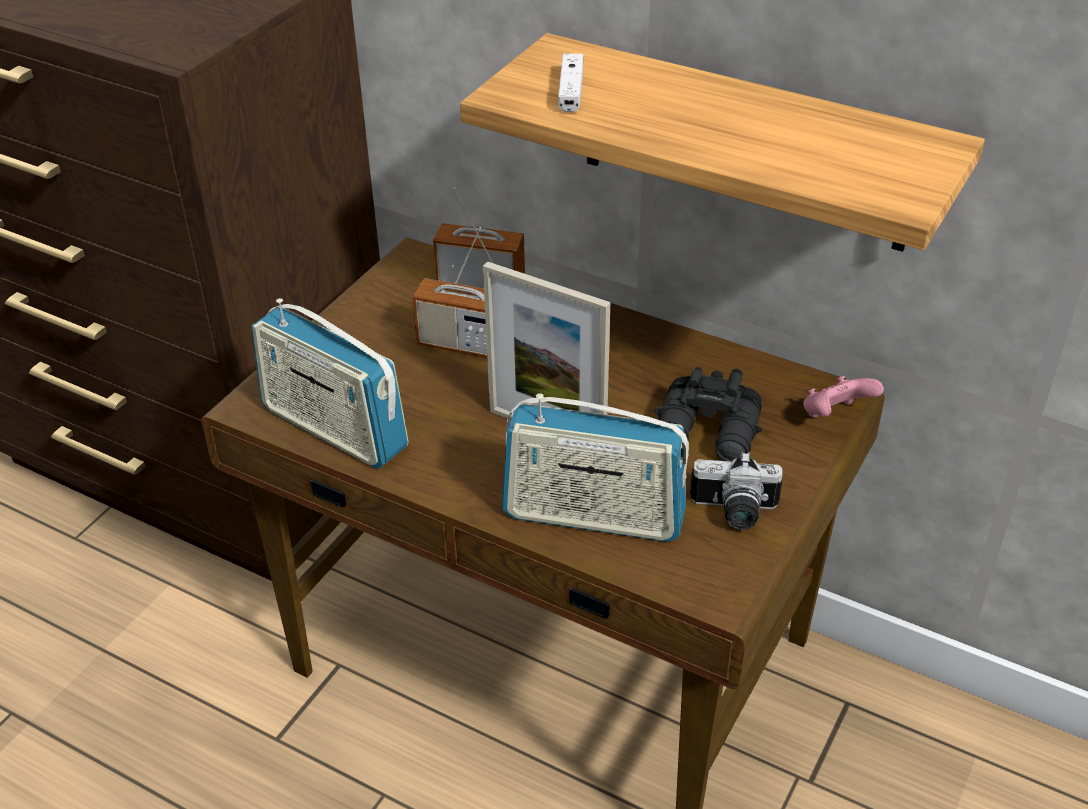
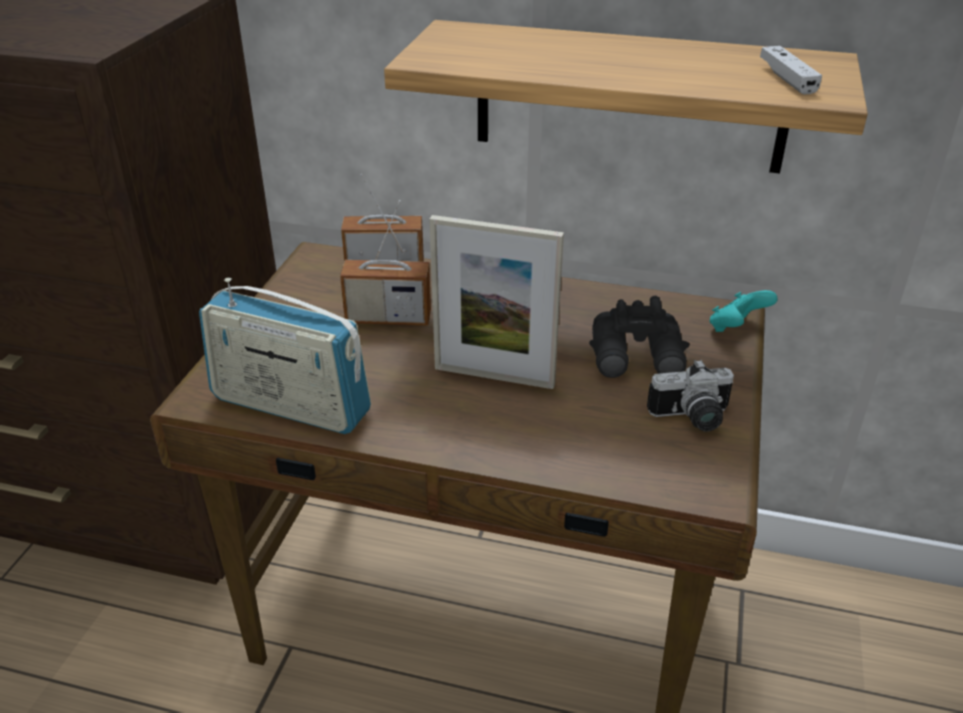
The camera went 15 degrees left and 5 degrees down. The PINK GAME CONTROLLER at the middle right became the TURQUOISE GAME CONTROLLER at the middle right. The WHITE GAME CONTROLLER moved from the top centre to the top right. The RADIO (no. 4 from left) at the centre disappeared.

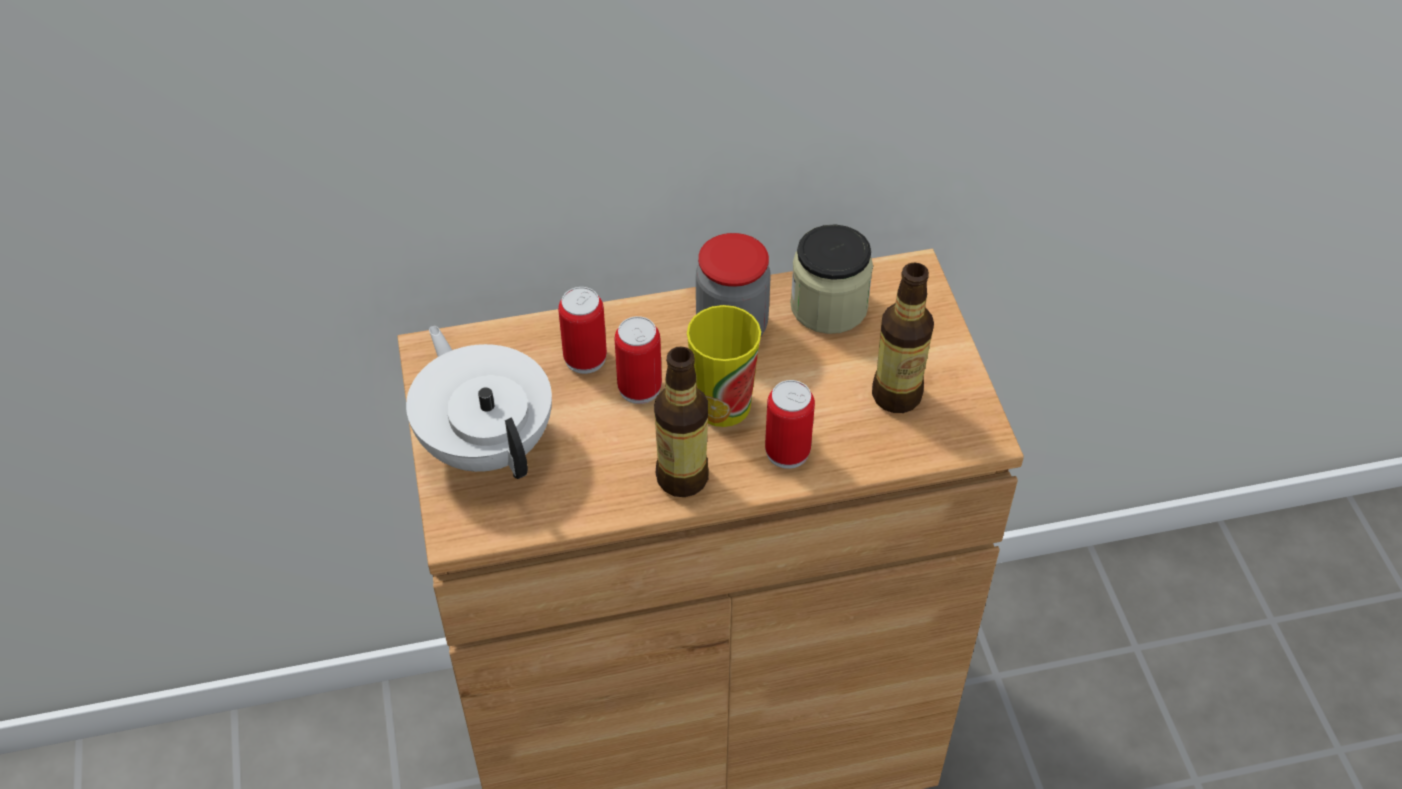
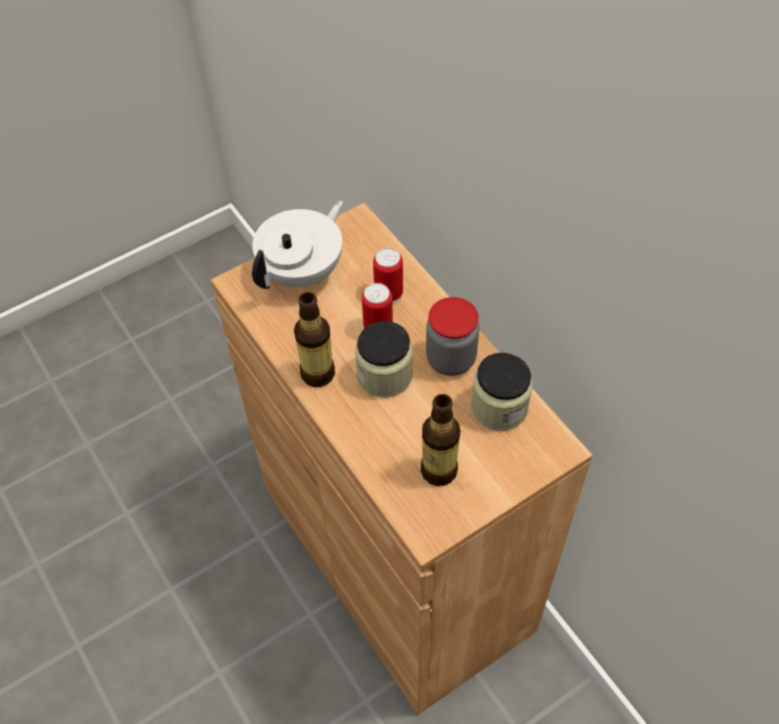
The camera went 70 degrees right and 5 degrees up. The CUP at the centre was replaced by the JAR (no. 1 from left) at the centre. The CAN (no. 3 from left) at the centre disappeared.

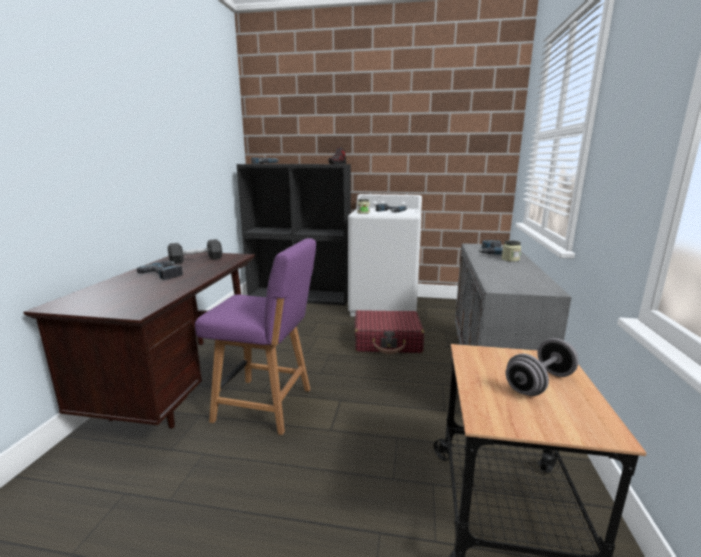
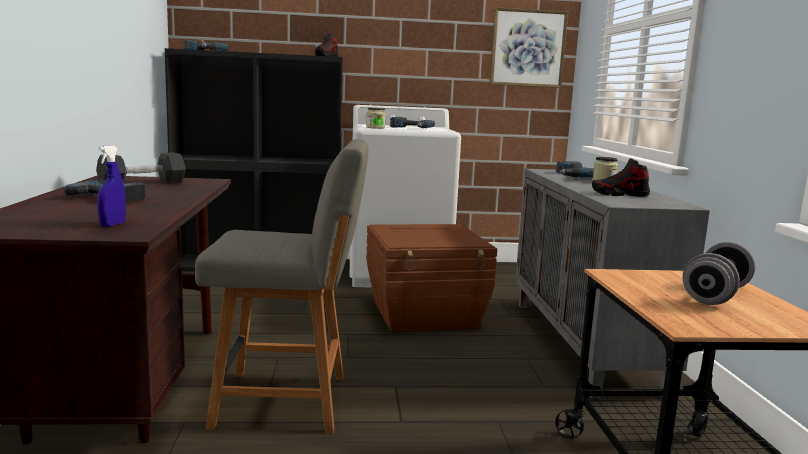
The camera went 15 degrees left and 5 degrees down. The BLUE SPRAY BOTTLE at the middle left appeared. The PURPLE CHAIR at the centre became the GREY CHAIR at the centre. The RED SUITCASE at the centre was replaced by the BROWN STORAGE BOX at the centre. The PICTURE at the top centre appeared. The SHOE (no. 2 from left) at the middle right appeared.

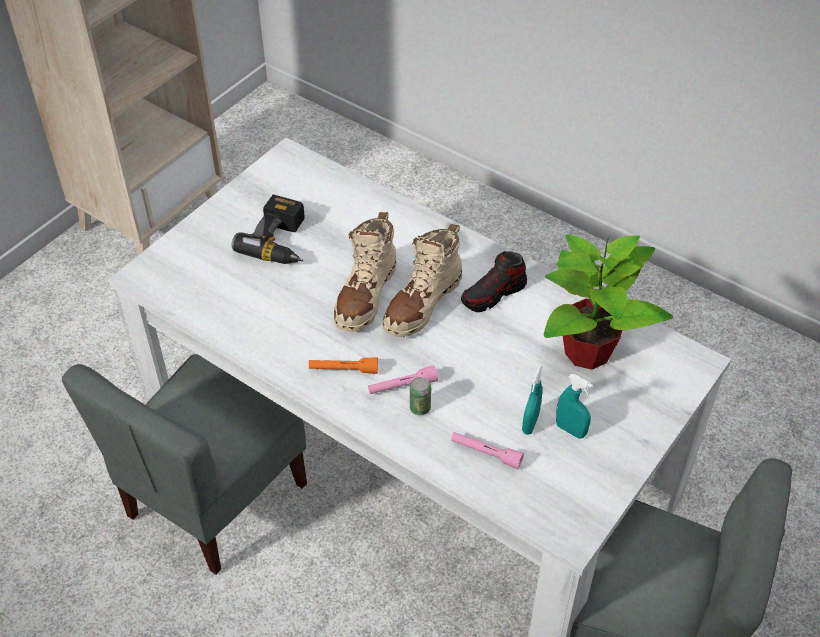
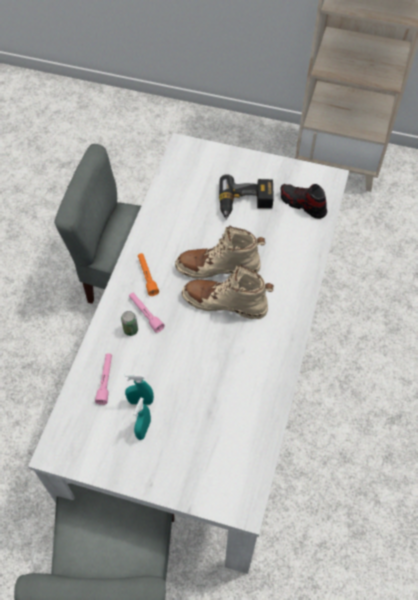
The camera went 70 degrees right and 10 degrees up. The SHOE moved from the centre to the middle right. The POTTED PLANT at the middle right disappeared.

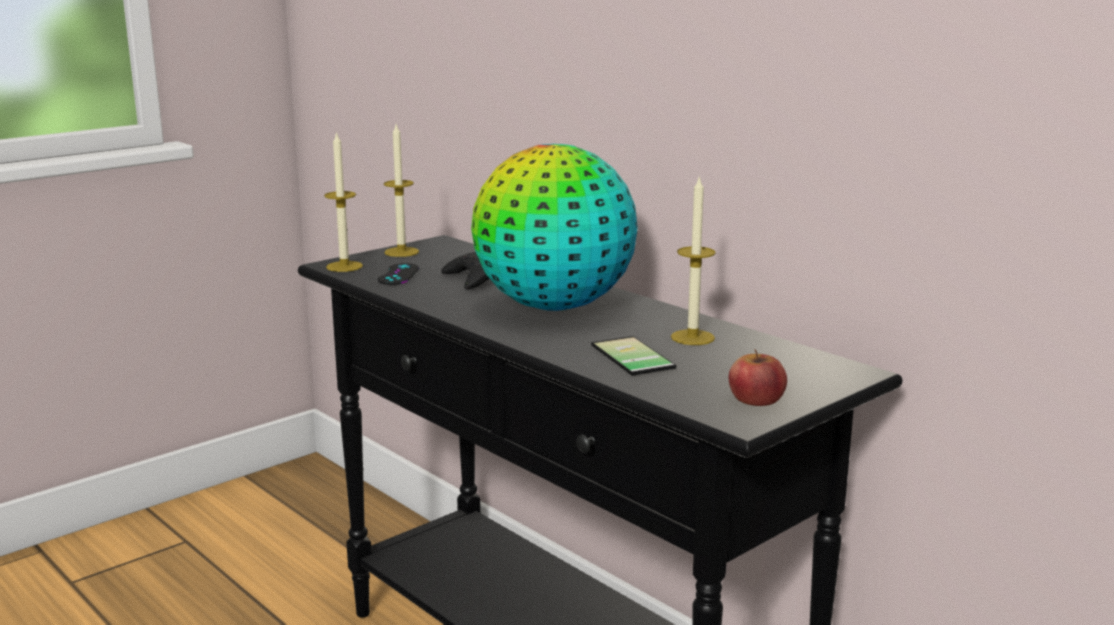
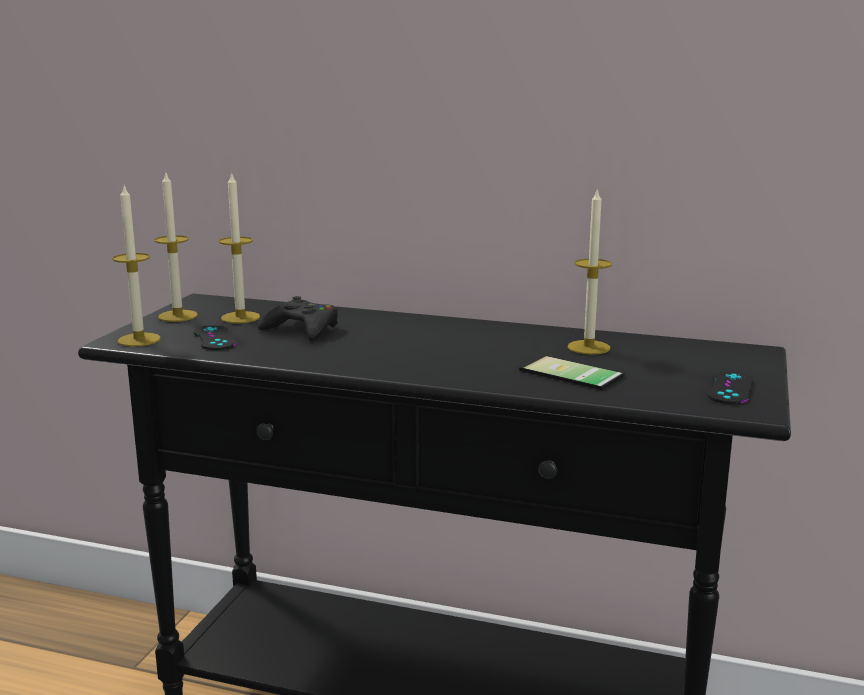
The camera went 30 degrees left and 0 degrees up. The CANDLE (no. 3 from left) at the middle left appeared. The APPLE at the middle right was replaced by the BLACK GAME CONTROLLER (no. 3 from left) at the middle right. The GLOBE at the centre disappeared.

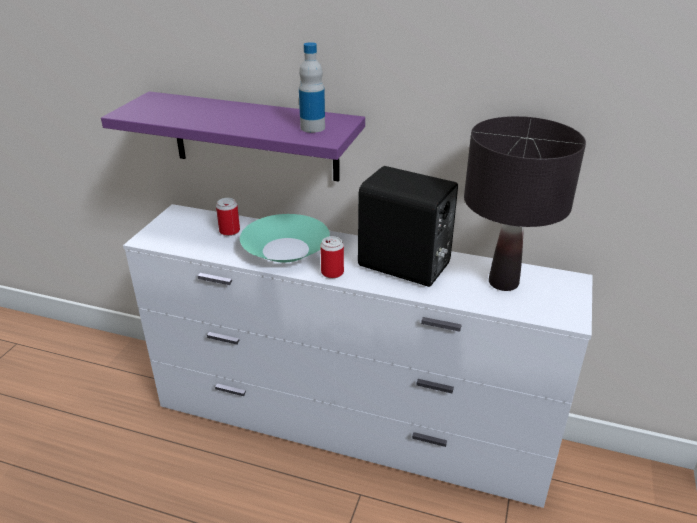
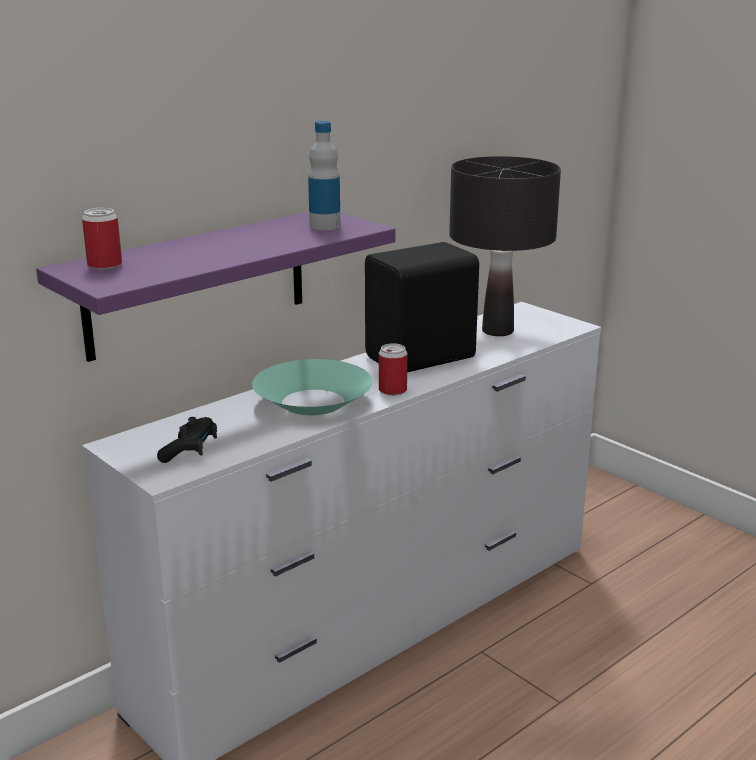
The camera went 60 degrees left and 10 degrees down. The CAN (no. 1 from left) moved from the middle left to the top left. The BLACK GAME CONTROLLER at the middle left appeared.

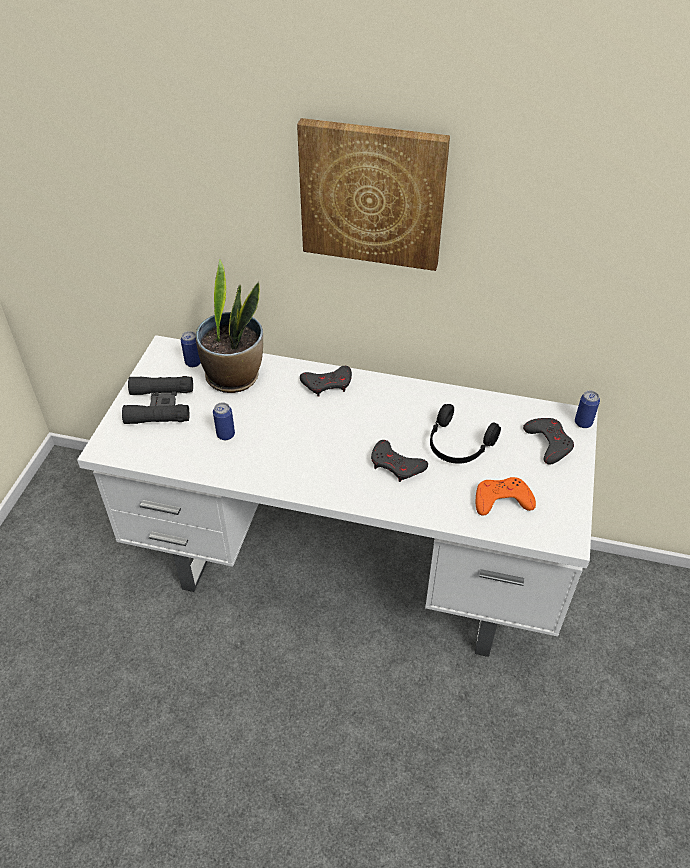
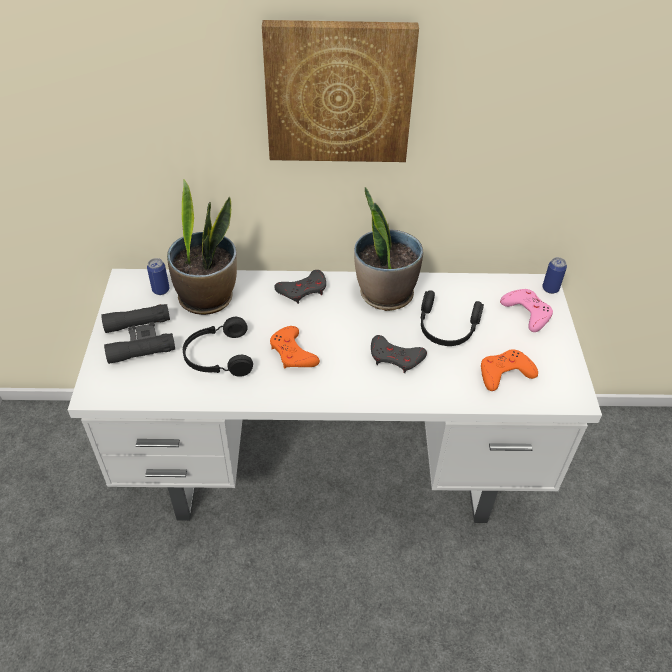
The camera went 15 degrees left and 0 degrees up. The CAN (no. 2 from left) at the middle left was replaced by the BLACK HEADPHONES (no. 1 from left) at the middle left. The ORANGE GAME CONTROLLER (no. 1 from left) at the centre appeared. The POTTED PLANT (no. 2 from left) at the centre appeared. The GREY GAME CONTROLLER (no. 3 from left) at the middle right became the PINK GAME CONTROLLER at the middle right.

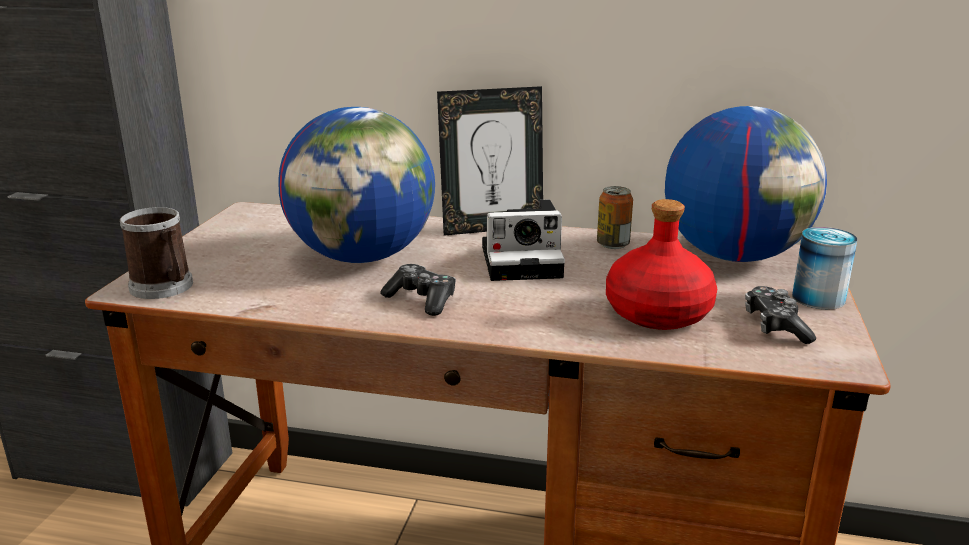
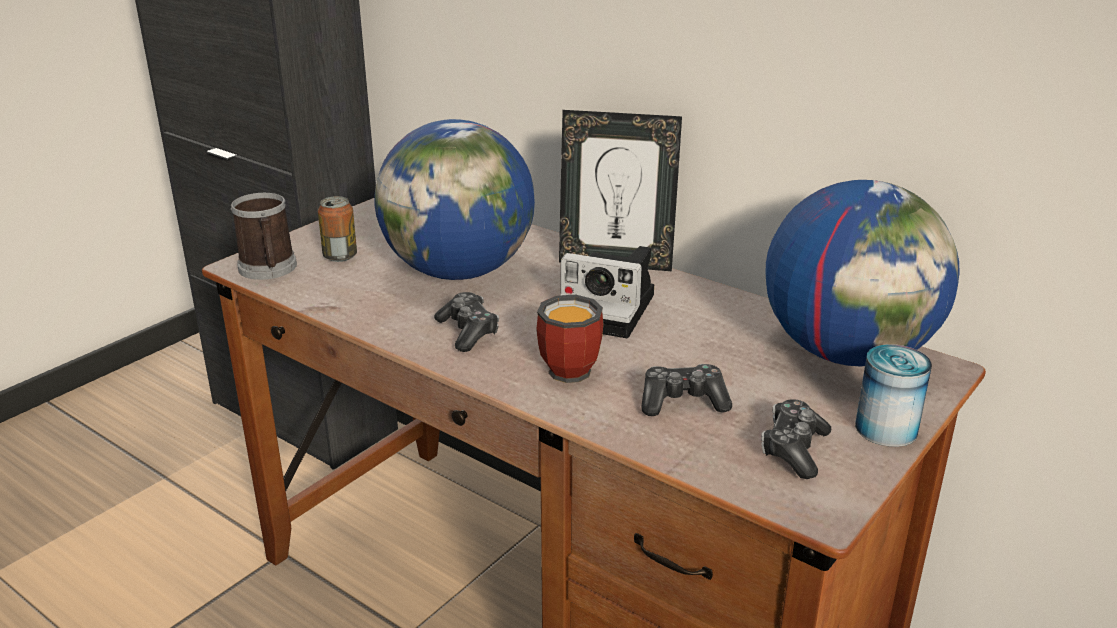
The camera went 25 degrees right and 5 degrees up. The CAN (no. 1 from left) moved from the centre to the middle left. The MUG (no. 2 from left) at the centre appeared. The RED BOTTLE at the middle right was replaced by the GAME CONTROLLER (no. 2 from left) at the centre.

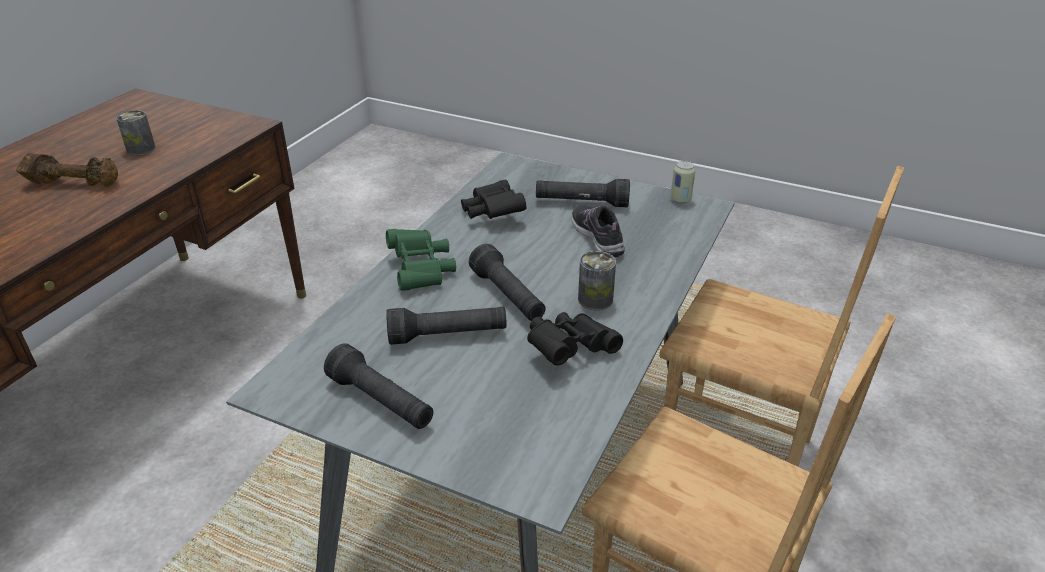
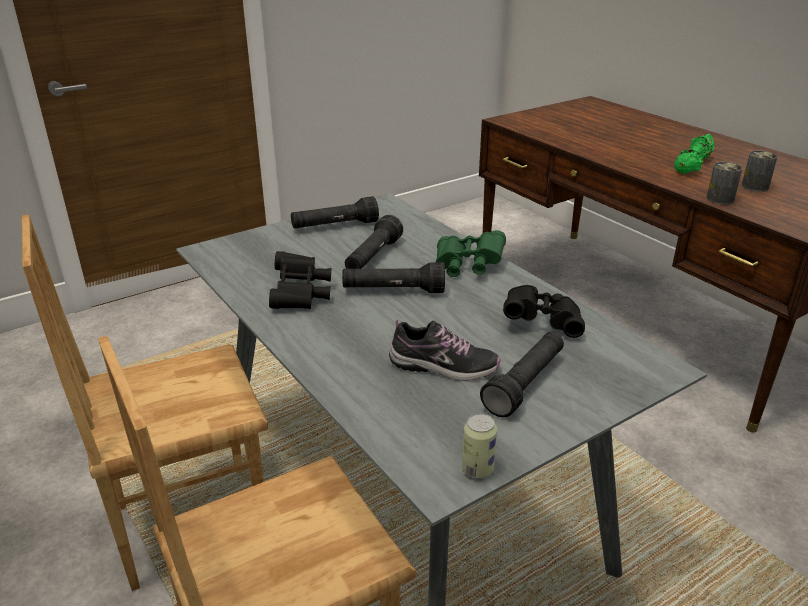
The camera went 120 degrees right and 5 degrees down. The BROWN DUMBBELL at the top left became the GREEN DUMBBELL at the top right. The CAN (no. 2 from left) moved from the centre to the top right.

